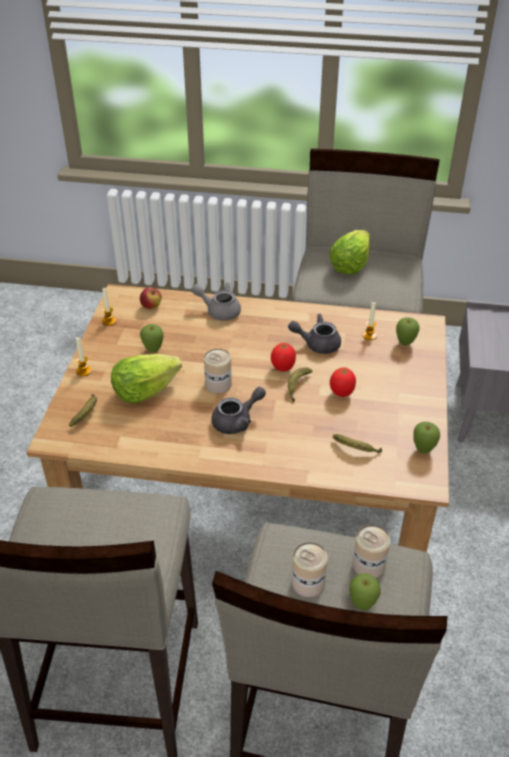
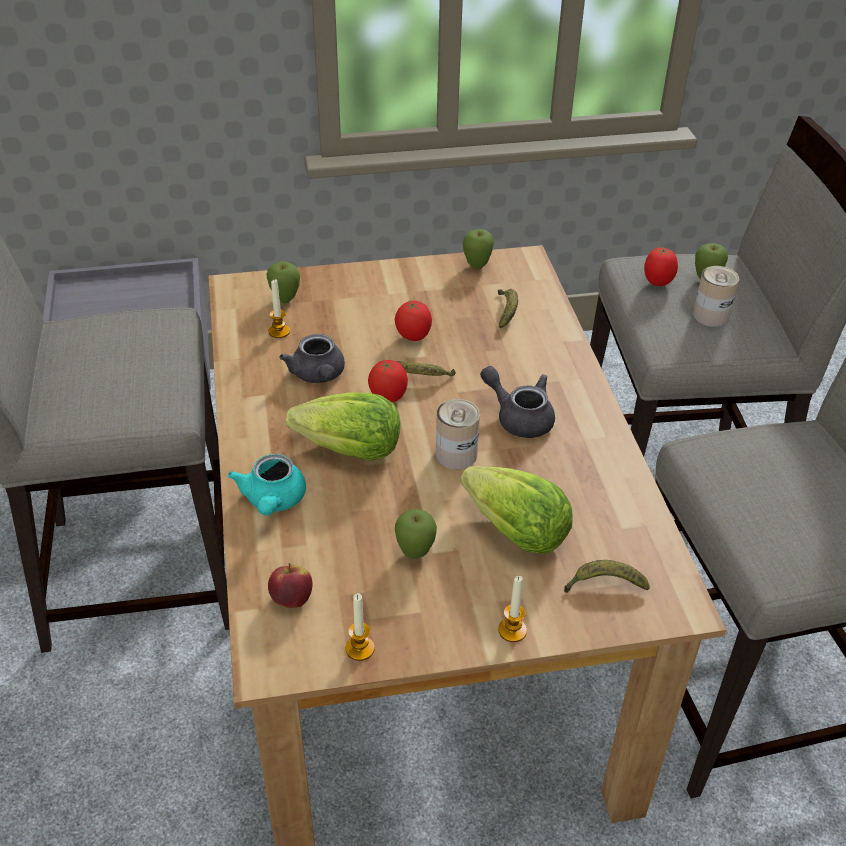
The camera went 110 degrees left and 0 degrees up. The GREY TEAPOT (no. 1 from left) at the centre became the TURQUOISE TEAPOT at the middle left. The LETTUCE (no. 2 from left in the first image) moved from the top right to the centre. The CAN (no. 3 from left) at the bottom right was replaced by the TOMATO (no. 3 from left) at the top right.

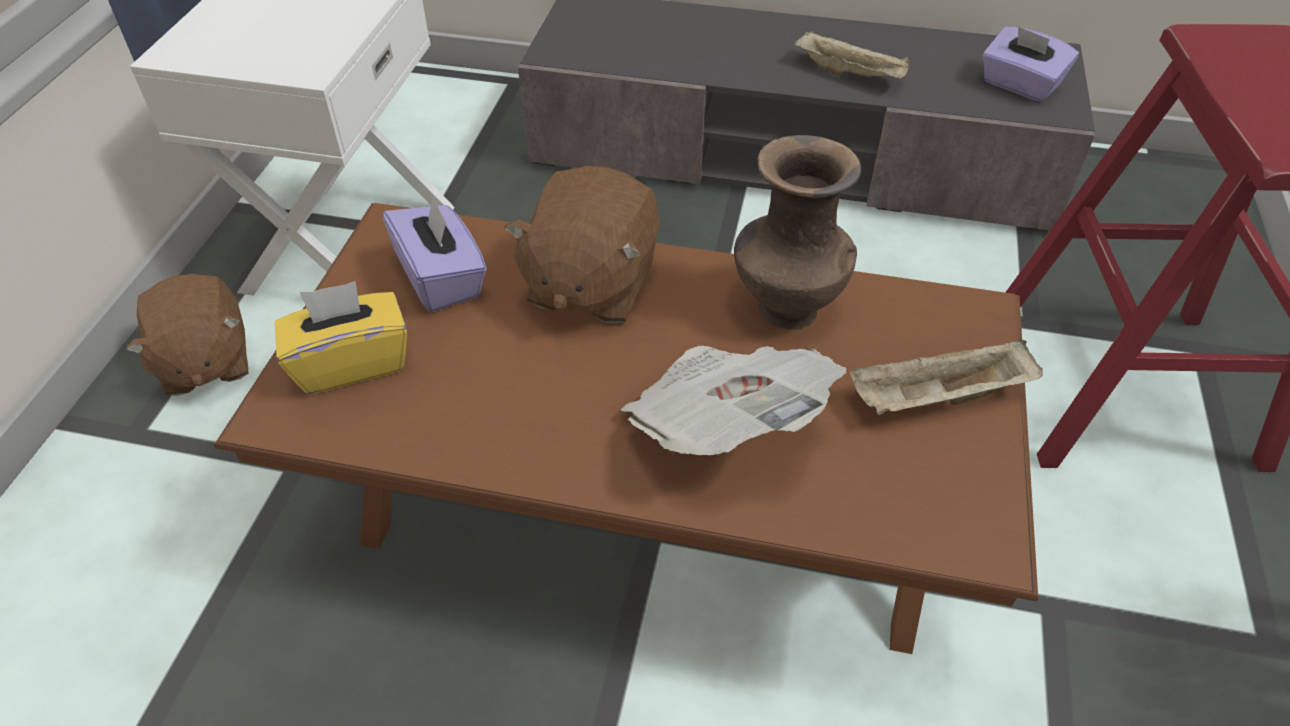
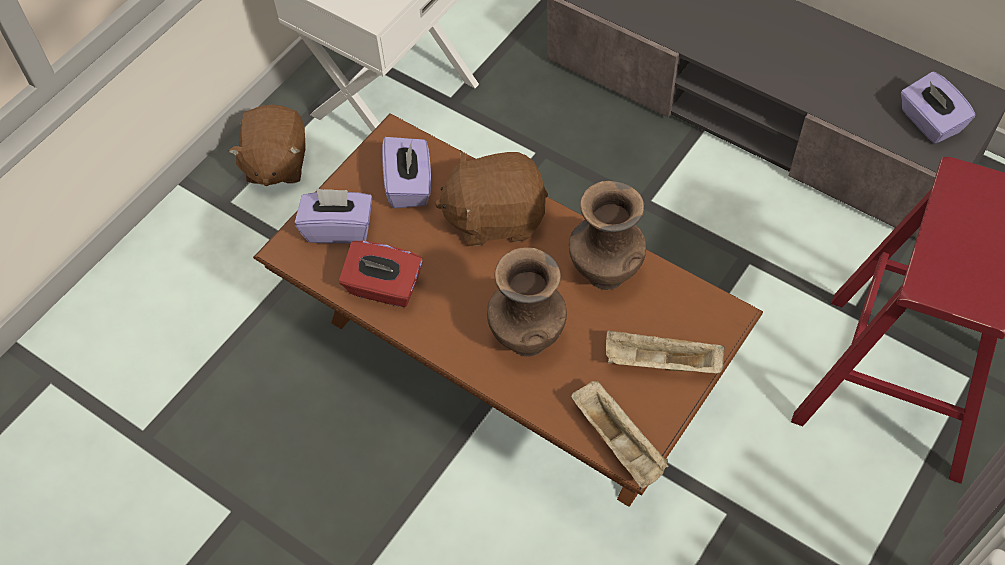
The camera went 25 degrees right and 10 degrees up. The YELLOW TISSUE BOX at the middle left became the PURPLE TISSUE BOX (no. 1 from left) at the middle left. The RED TISSUE BOX at the centre appeared. The BROWN PLUSH TOY (no. 2 from left) at the centre turned 45 degrees clockwise. The NEWSPAPER at the centre was replaced by the BROWN VASE (no. 1 from left) at the centre. The BEIGE TRAY (no. 1 from left) moved from the top centre to the bottom centre.

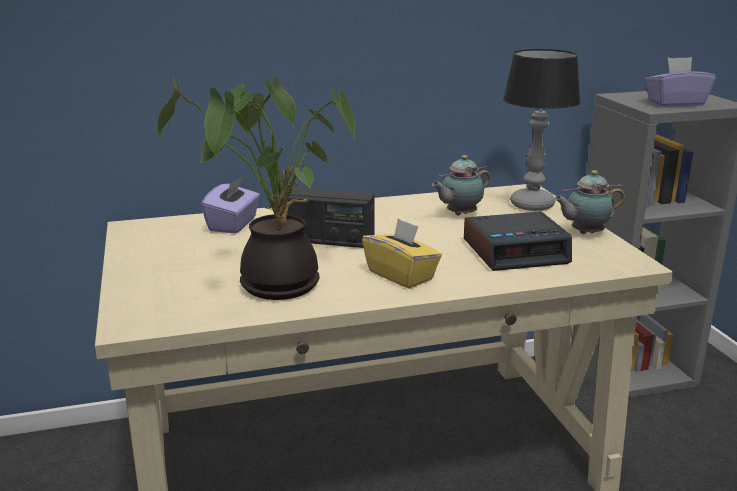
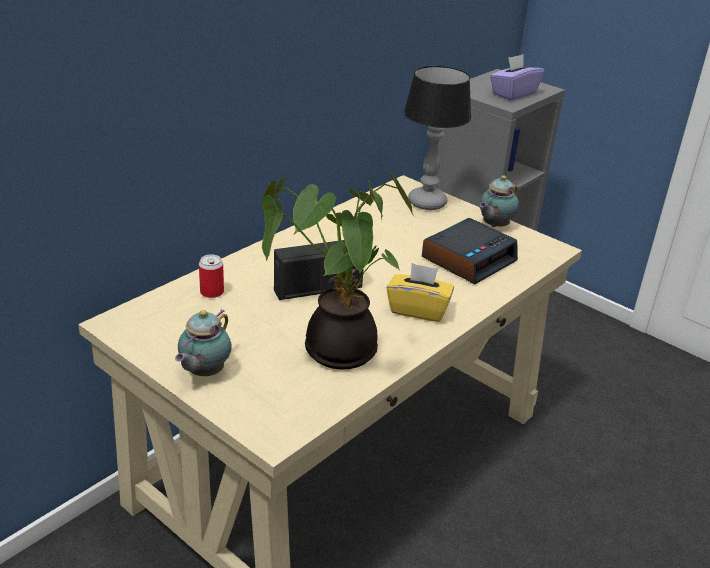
The camera went 35 degrees left and 10 degrees up. The TEAPOT (no. 1 from left) moved from the centre to the middle left. The PURPLE TISSUE BOX (no. 1 from left) at the middle left was replaced by the CAN at the middle left.

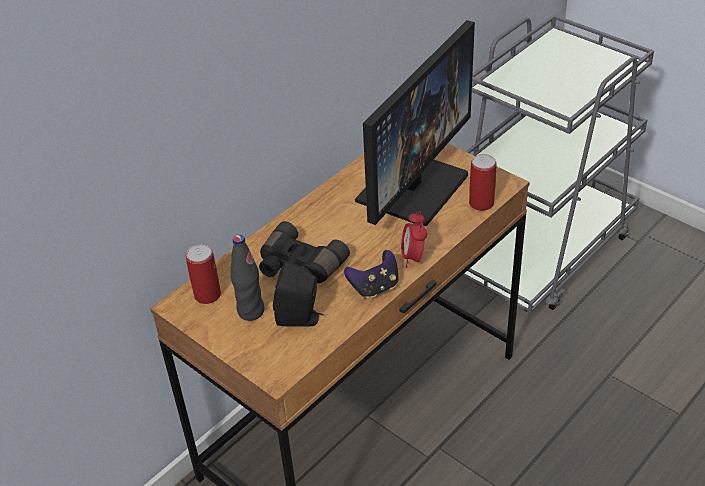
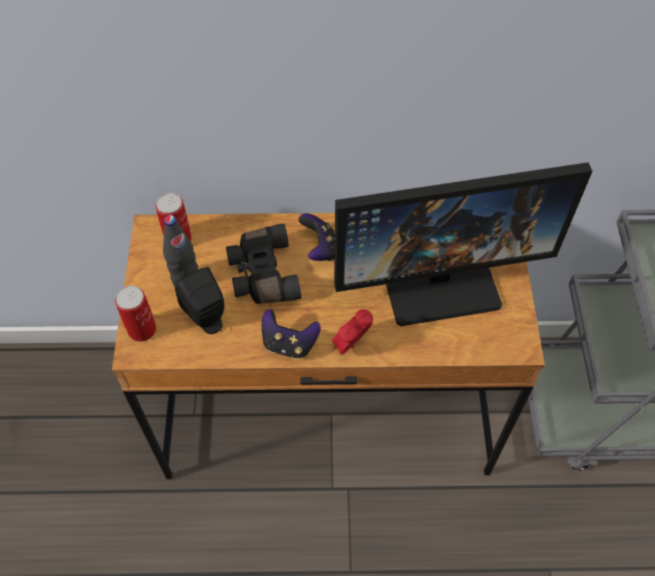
The camera went 45 degrees right and 15 degrees up. The CAN (no. 2 from left in the first image) moved from the middle right to the middle left. The GAME CONTROLLER (no. 2 from left) at the centre appeared.

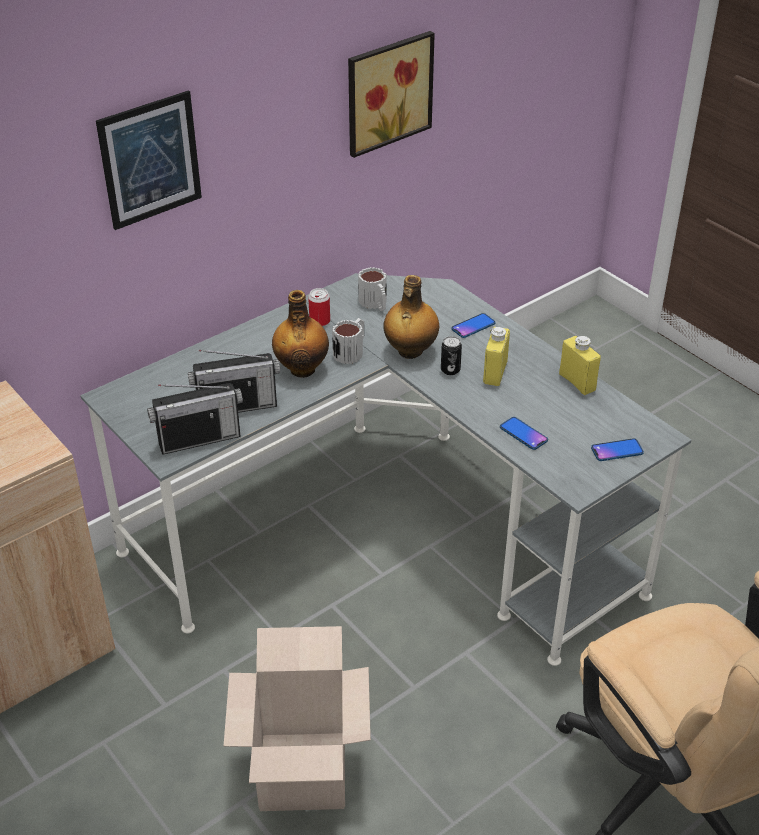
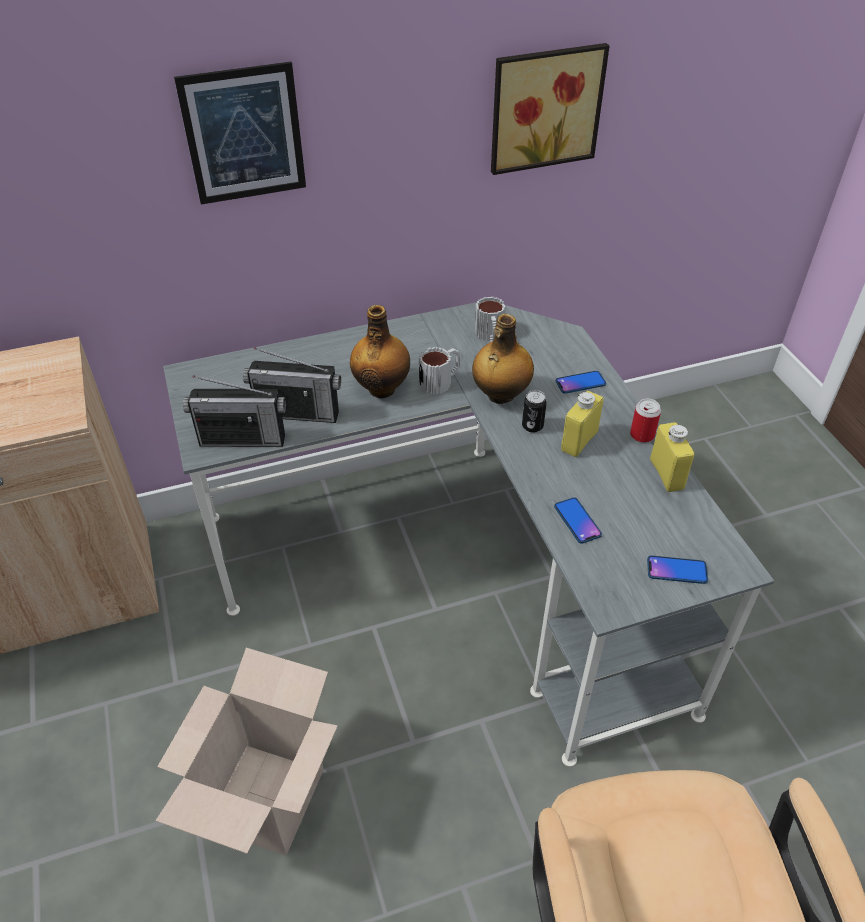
The camera went 20 degrees right and 5 degrees up. The CAN (no. 1 from left in the first image) moved from the centre to the middle right.

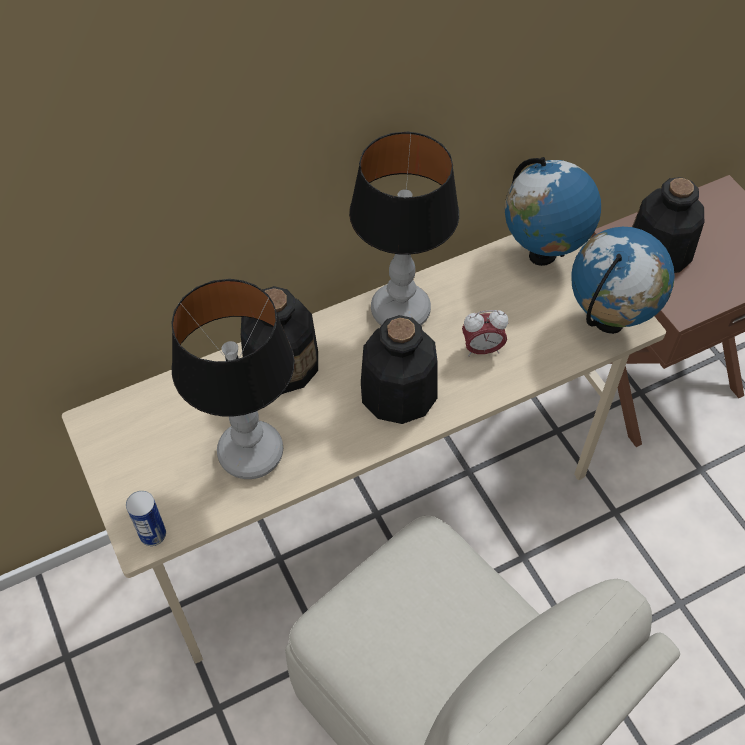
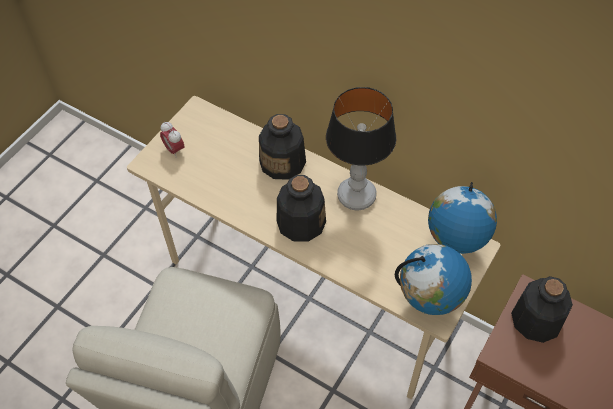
The camera went 60 degrees right and 0 degrees up. The ALARM CLOCK moved from the centre to the middle left. The CAN at the bottom left disappeared. The TABLE LAMP (no. 1 from left) at the middle left disappeared.

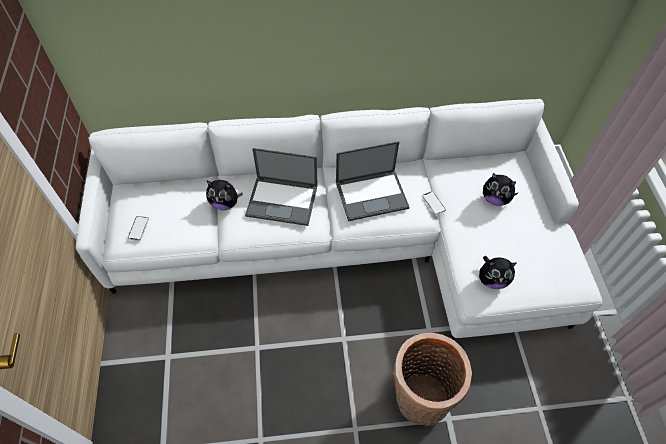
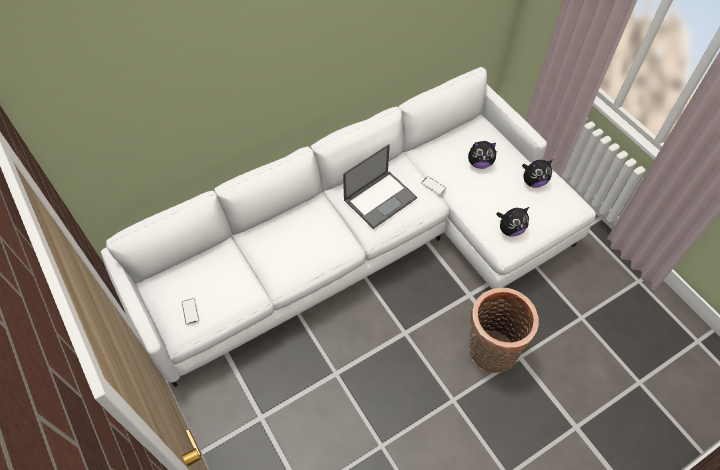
The camera went 25 degrees left and 0 degrees up. The PLUSH TOY (no. 1 from left in the first image) moved from the centre to the middle right. The LAPTOP (no. 1 from left) at the centre disappeared.

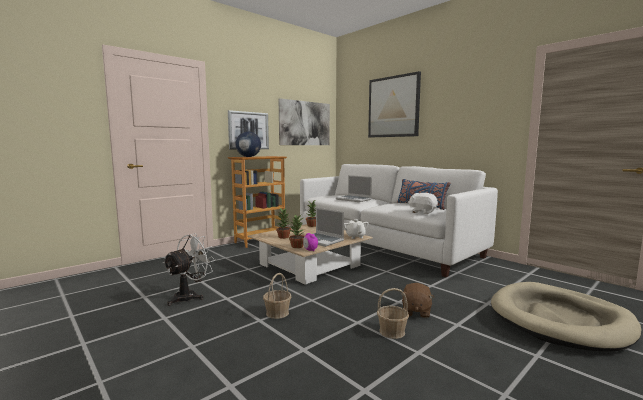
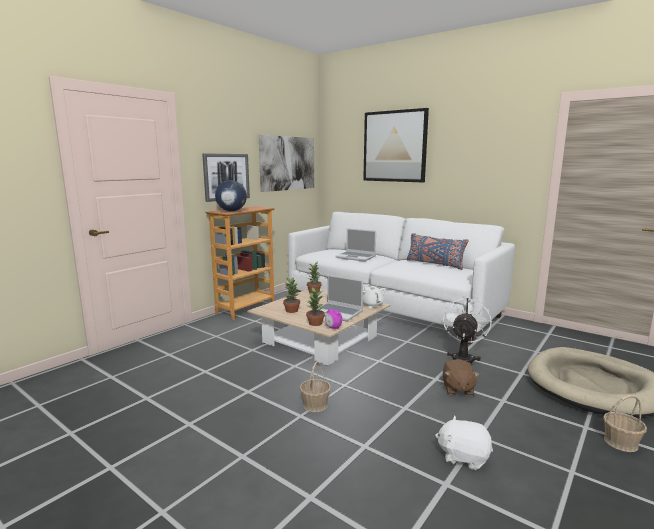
The camera went 10 degrees left and 5 degrees up. The WHITE PLUSH TOY moved from the centre to the bottom right. The WHITE FAN moved from the bottom left to the middle right. The BASKET (no. 2 from left) moved from the bottom centre to the bottom right.

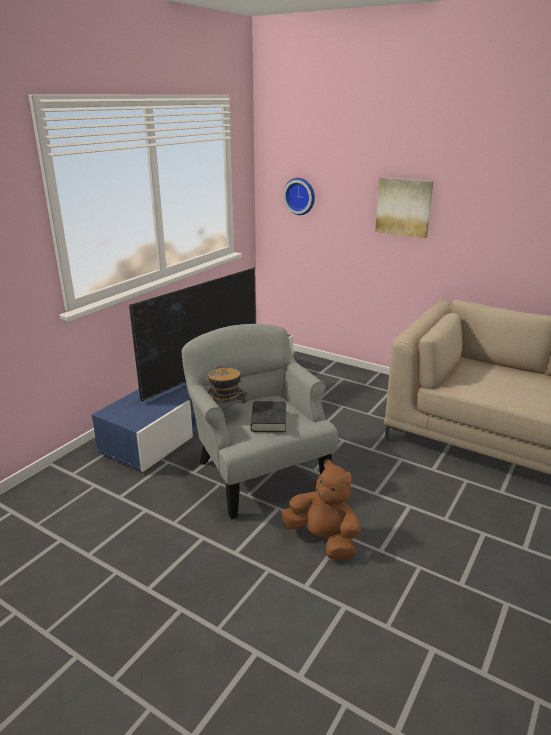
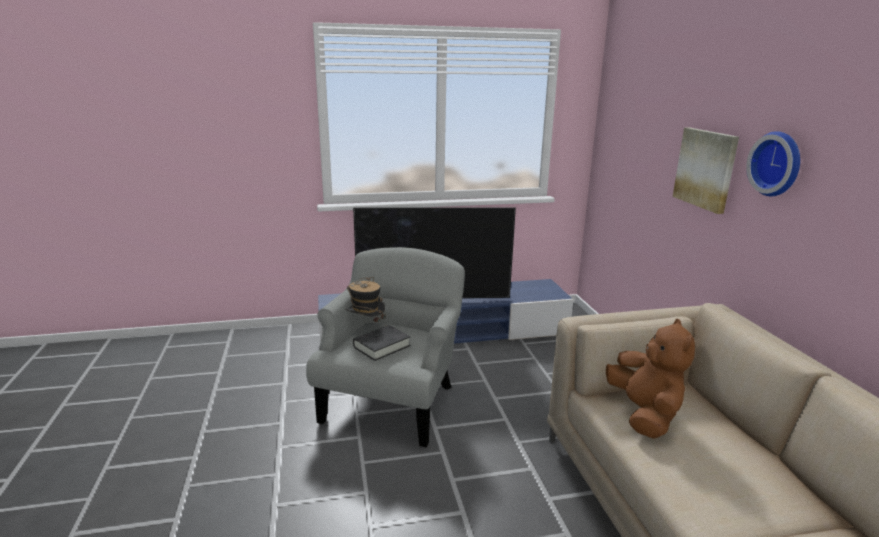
The camera went 45 degrees right and 5 degrees down. The BROWN PLUSH TOY moved from the bottom centre to the bottom right. The WALL CLOCK moved from the top centre to the top right.

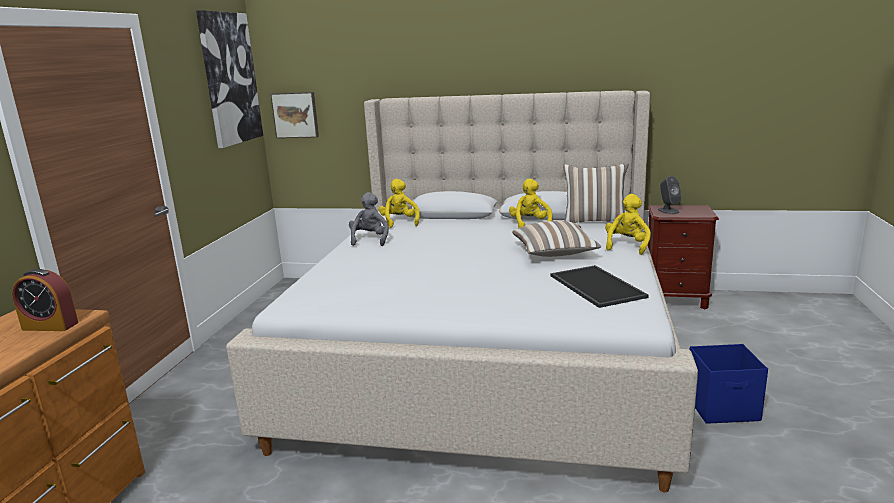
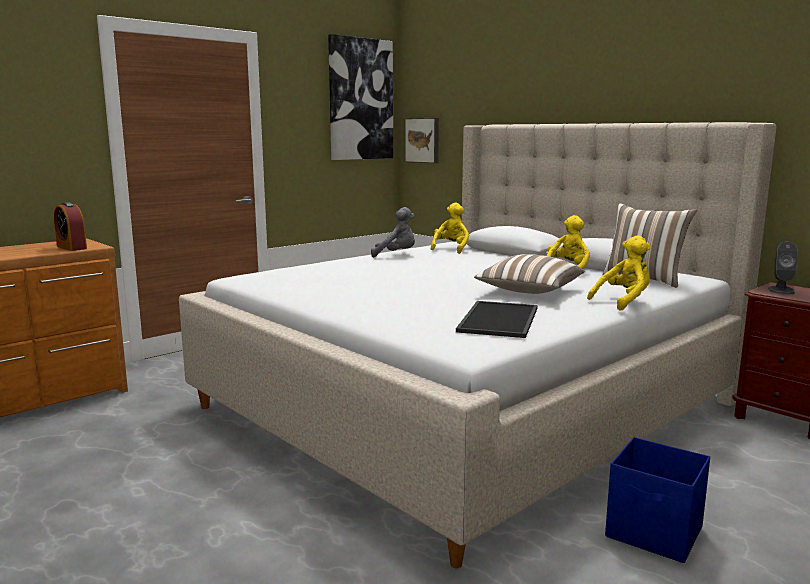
The camera went 35 degrees right and 5 degrees down. The GREY PLUSH TOY at the centre turned 60 degrees clockwise.

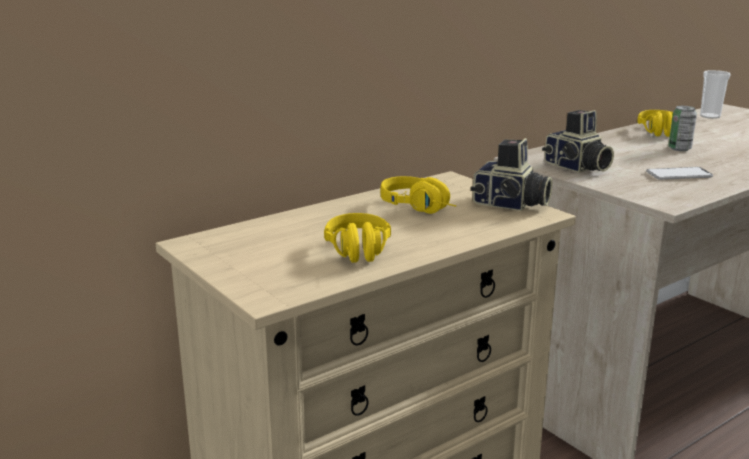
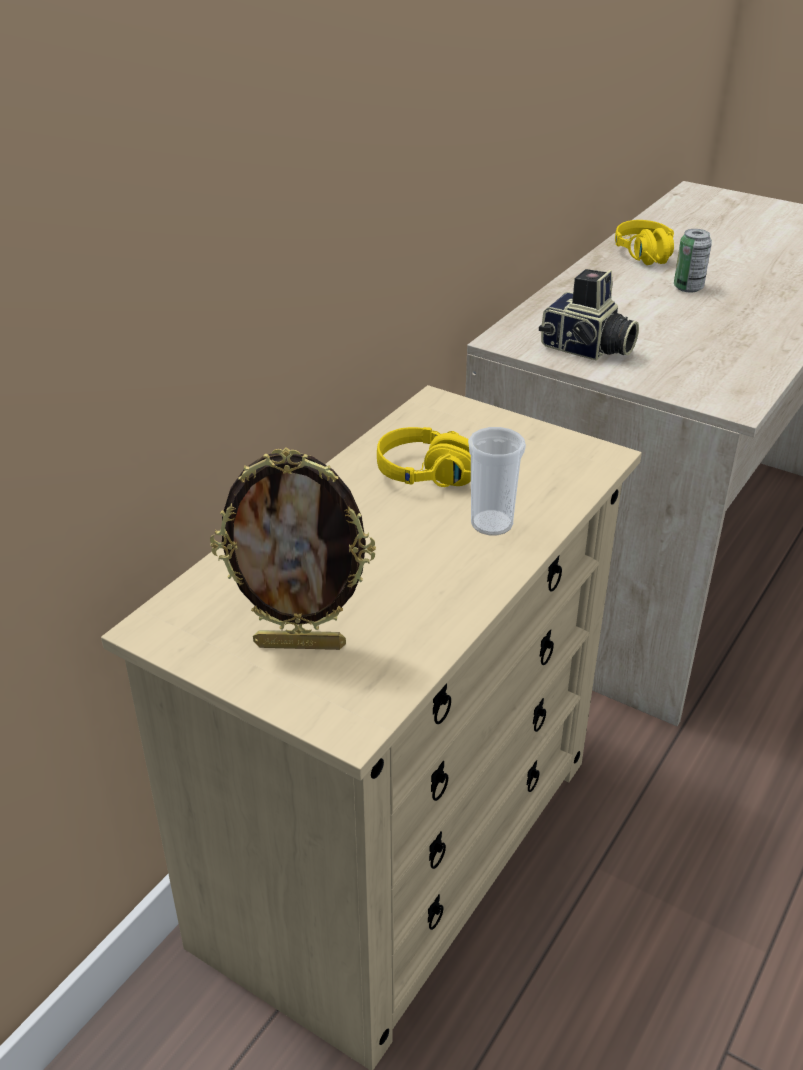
The camera went 20 degrees left and 15 degrees up. The PICTURE FRAME at the centre appeared. The CUP moved from the top right to the centre. The YELLOW HEADPHONES (no. 1 from left) at the centre disappeared. The PHOTO CAMERA (no. 1 from left) at the middle right disappeared. The PHONE at the middle right disappeared.

